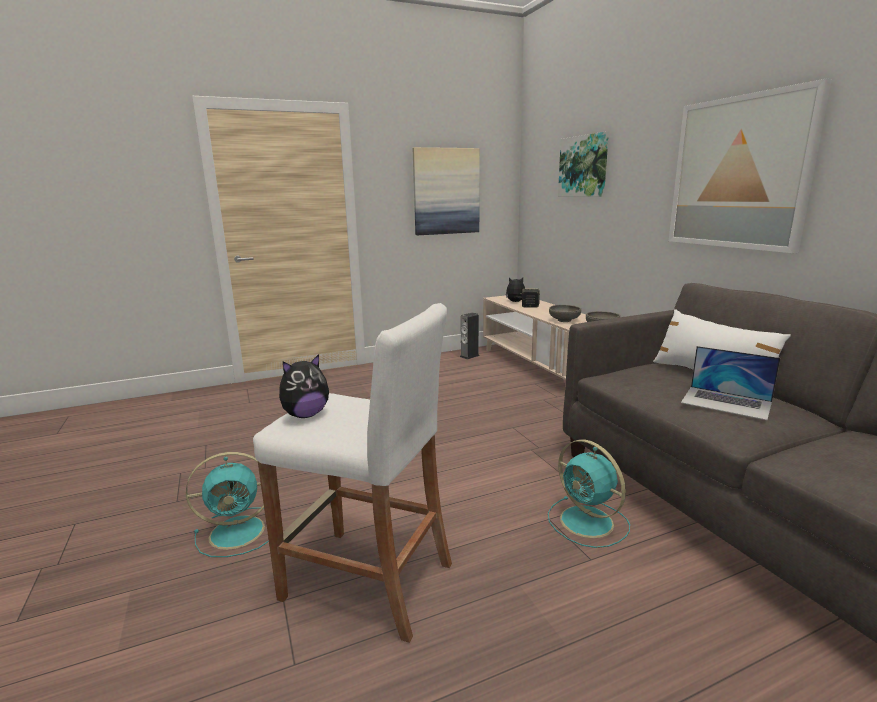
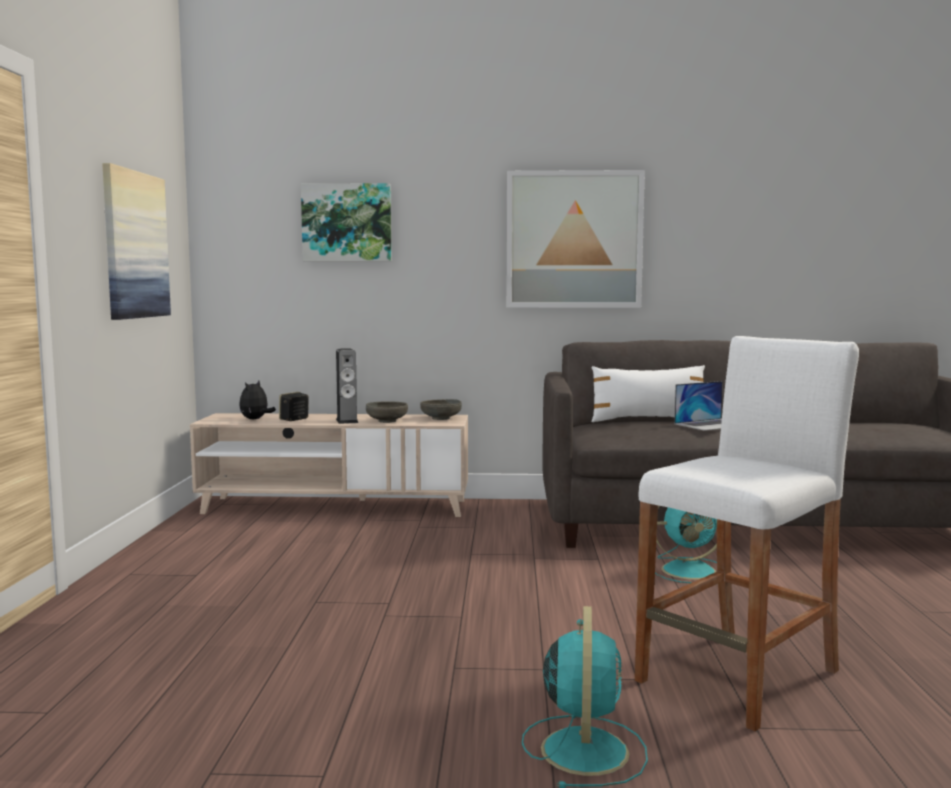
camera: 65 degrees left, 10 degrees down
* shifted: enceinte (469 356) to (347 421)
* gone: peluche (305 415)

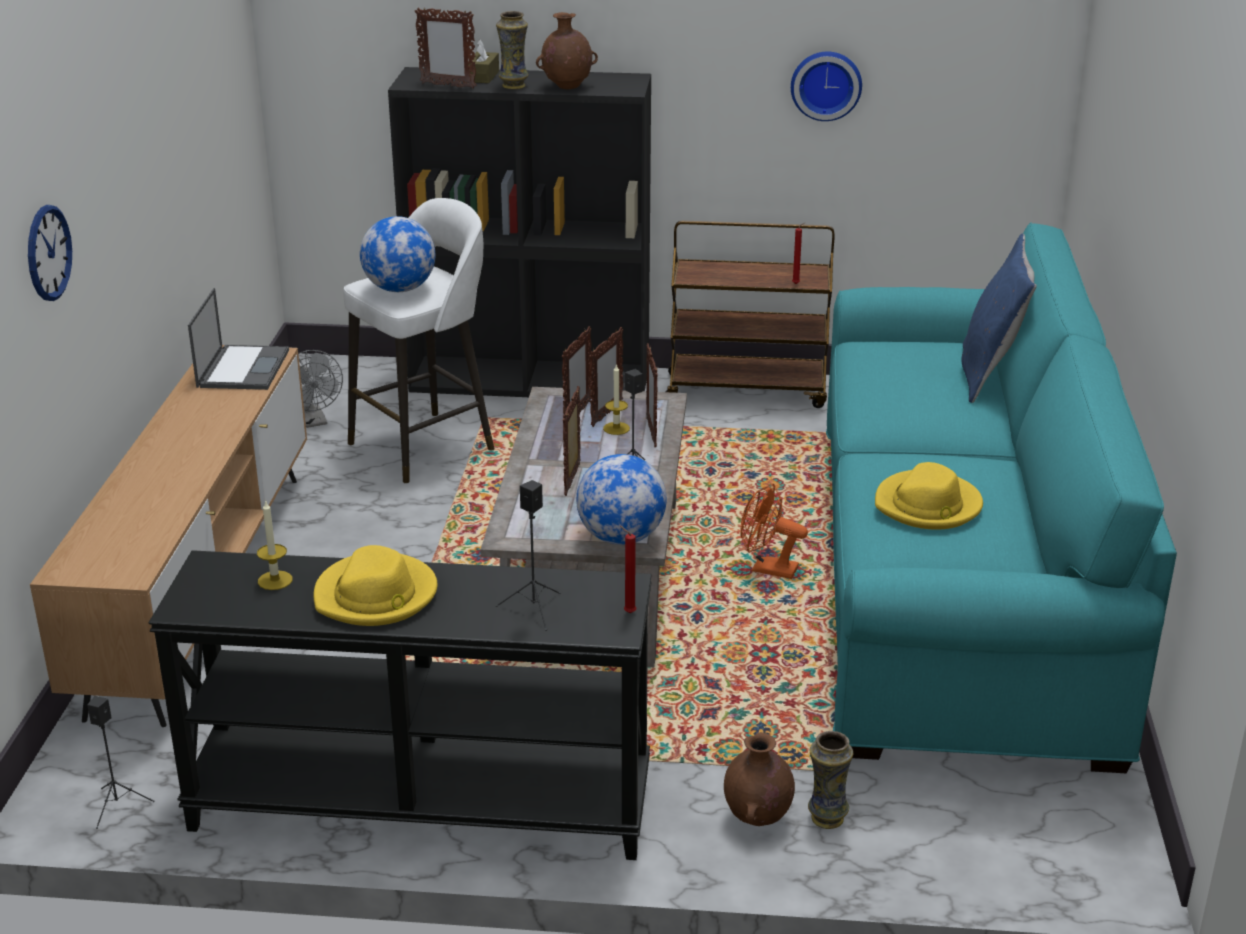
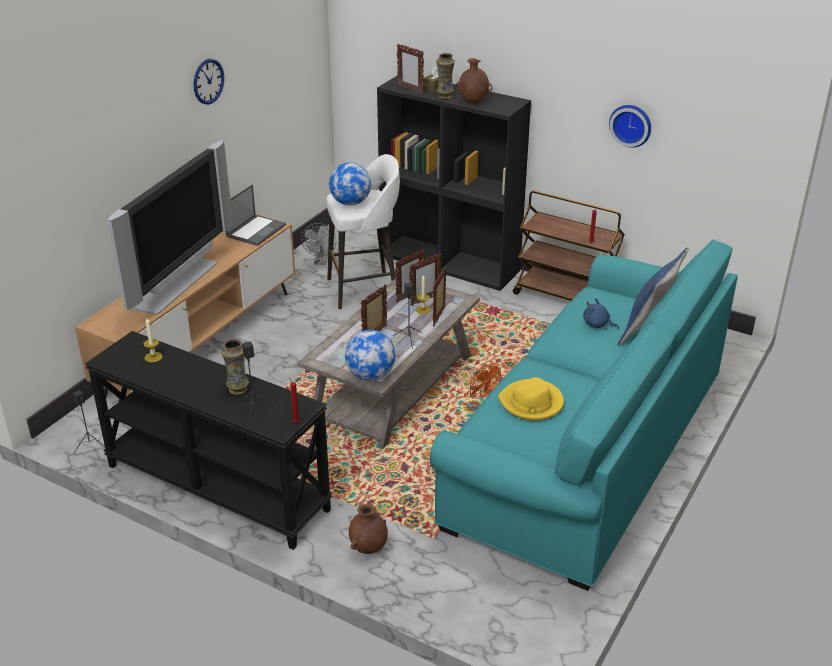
camera: 25 degrees right, 5 degrees up
* new: téléviseur (176 284)
* shifted: horloge murale (48 253) to (208 81)
* shifted: vase (826 818) to (237 389)
* new: peluche [bleu] (597 325)
* gone: chapeau [jaune] (376 596)

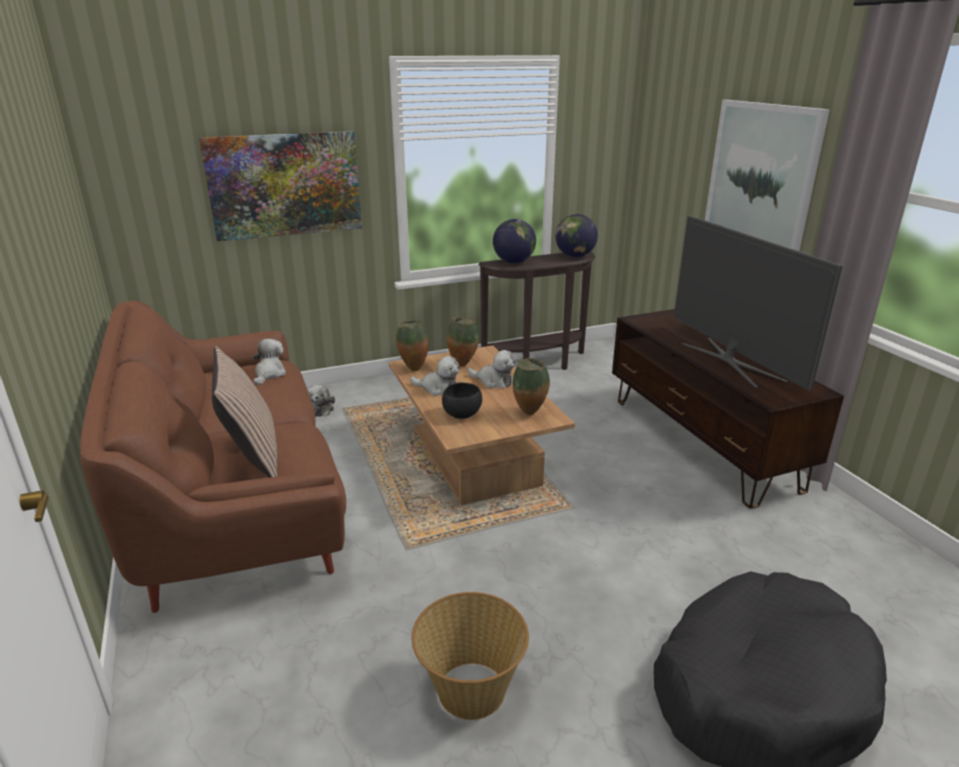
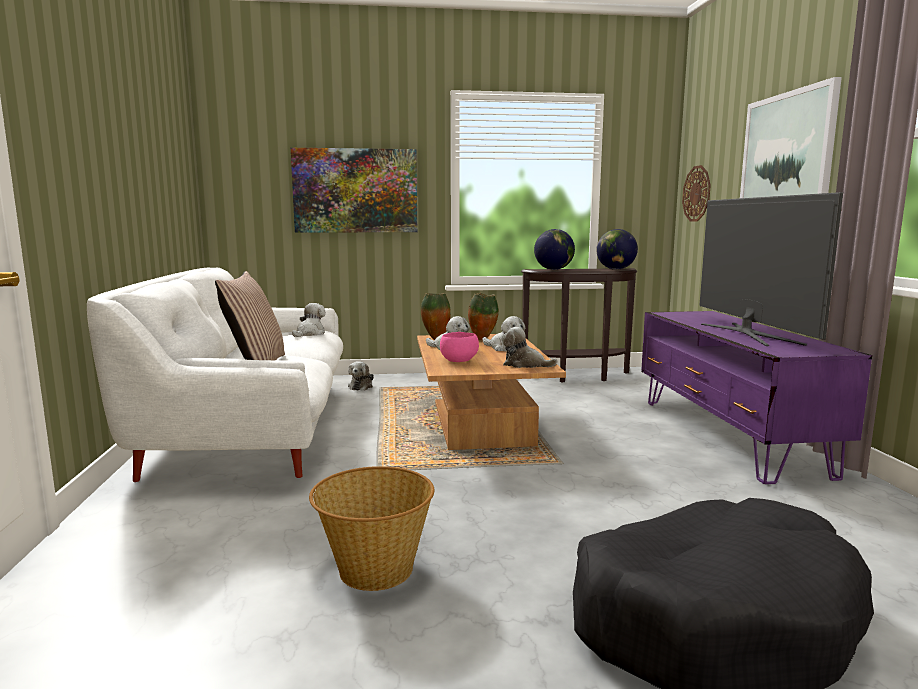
camera: 15 degrees right, 15 degrees down
* repainted: canapé [marron] (236 495) to canapé [blanc] (254 425)
* repainted: bol [noir] (461 415) to bol [rose] (458 361)
* swapped: vase (530 414) to peluche (525 364)
* repainted: meuble télé [marron] (701 442) to meuble télé [violet] (727 435)
* new: horloge murale (696 193)

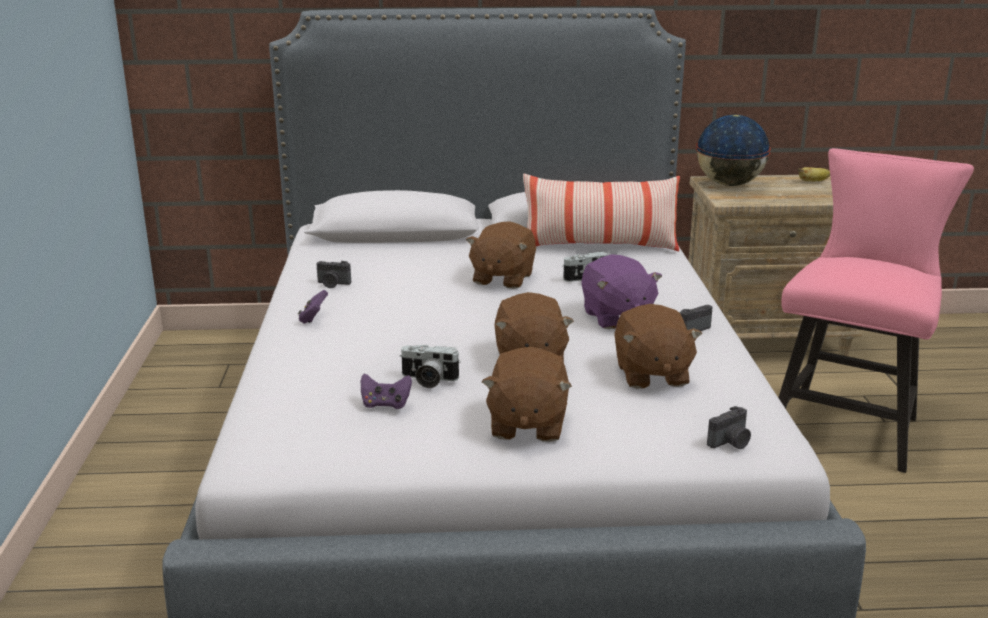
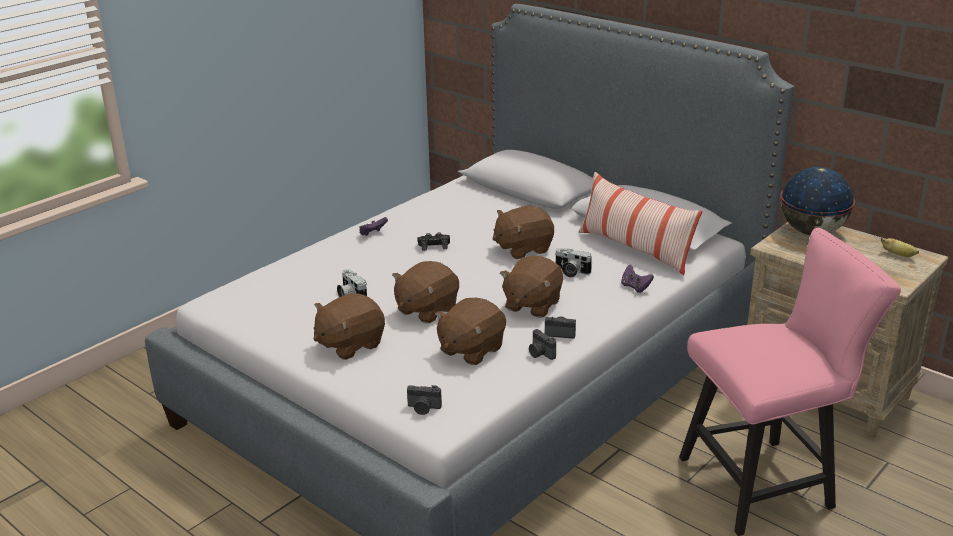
camera: 45 degrees right, 5 degrees up
* new: manette [noir] (434 245)
* repainted: peluche [violet] (616 317) to peluche [marron] (532 305)
* shifted: appareil photo (333 284) to (540 354)
* shifted: manette [violet] (385 404) to (635 287)

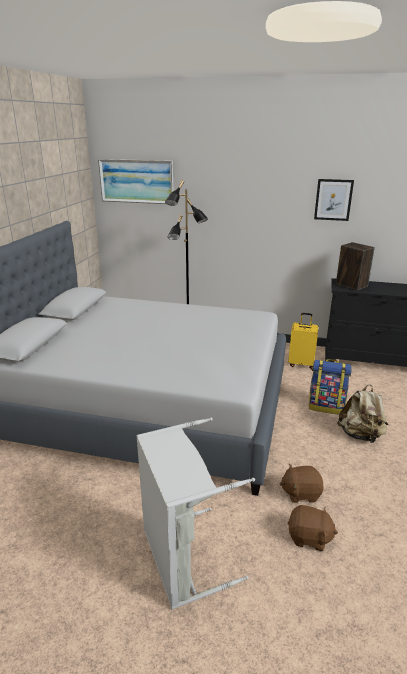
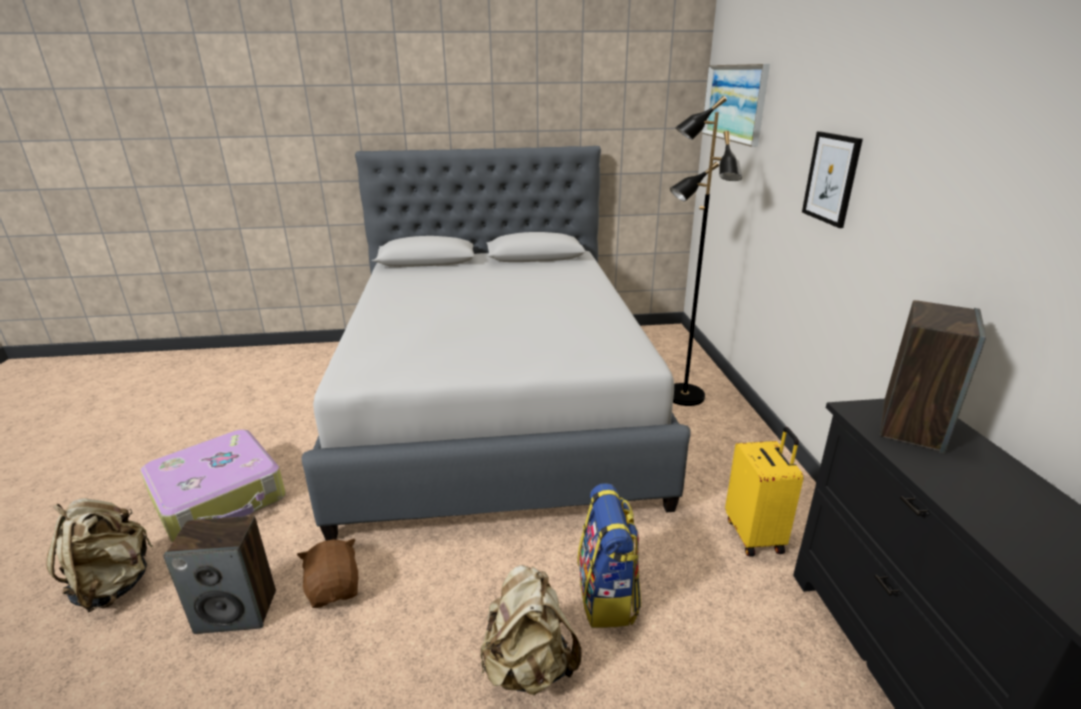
camera: 70 degrees right, 0 degrees up
* new: sac à dos [beige] (114 584)
* swapped: panier à linge [gris] (181 558) to valise (220 498)
* swapped: peluche [marron] (309 537) to enceinte (237 611)
* shifted: tableau (333 200) to (831 178)

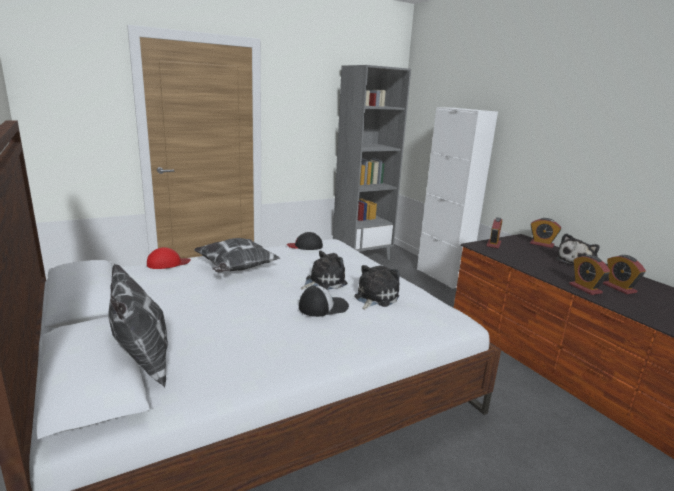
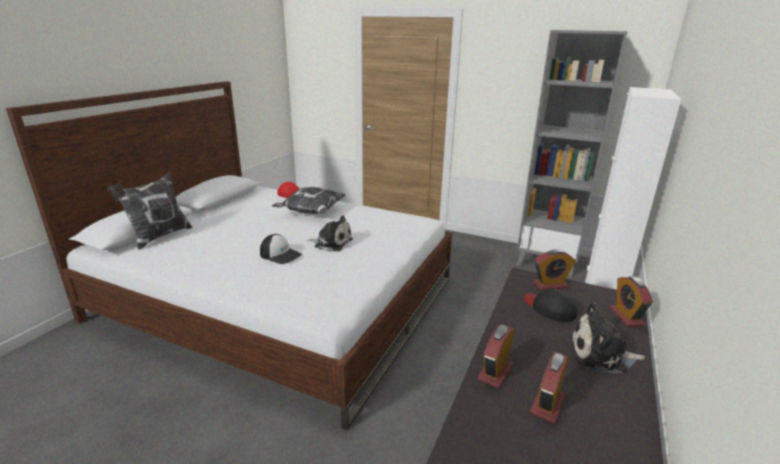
camera: 55 degrees right, 5 degrees up
* shifted: casquette [noir] (305 246) to (549 308)
* gone: peluche (374 298)

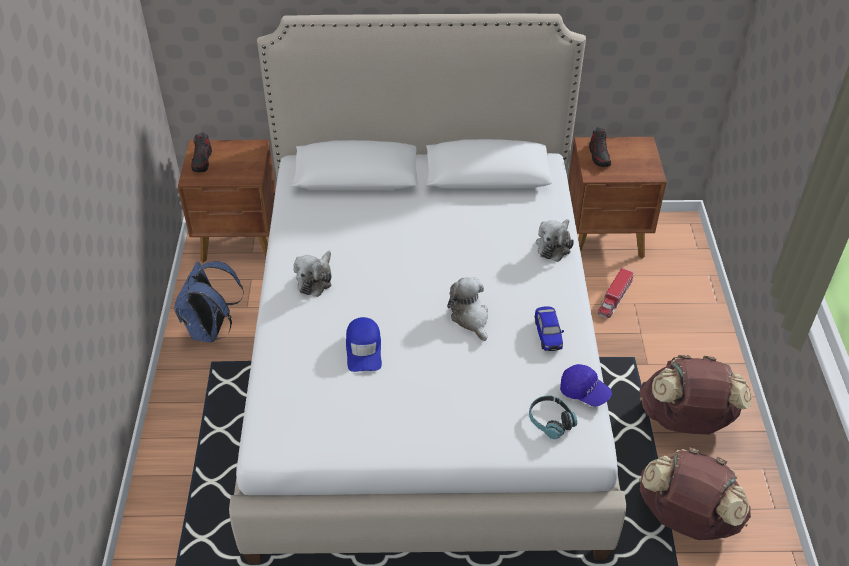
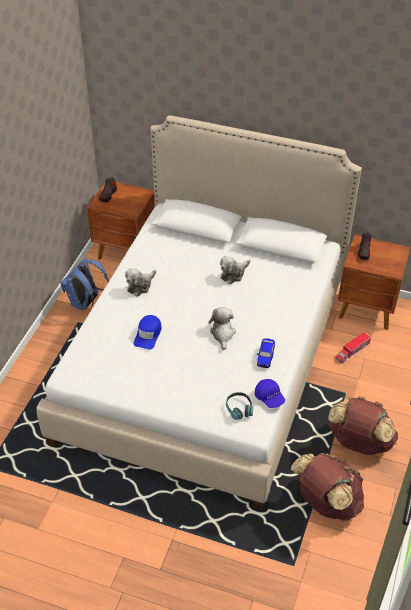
camera: 20 degrees right, 0 degrees up
* shifted: peluche (554 245) to (233 274)

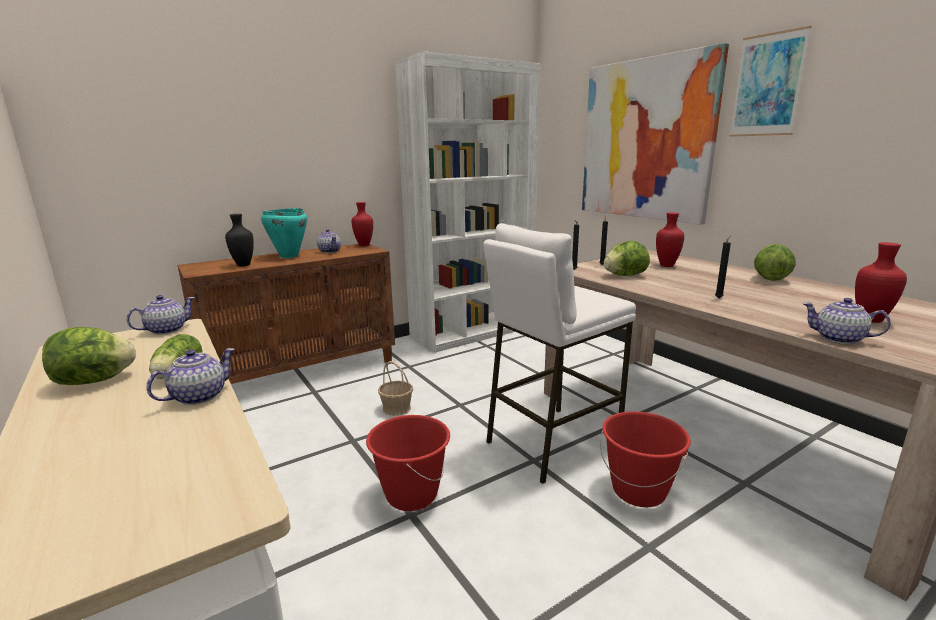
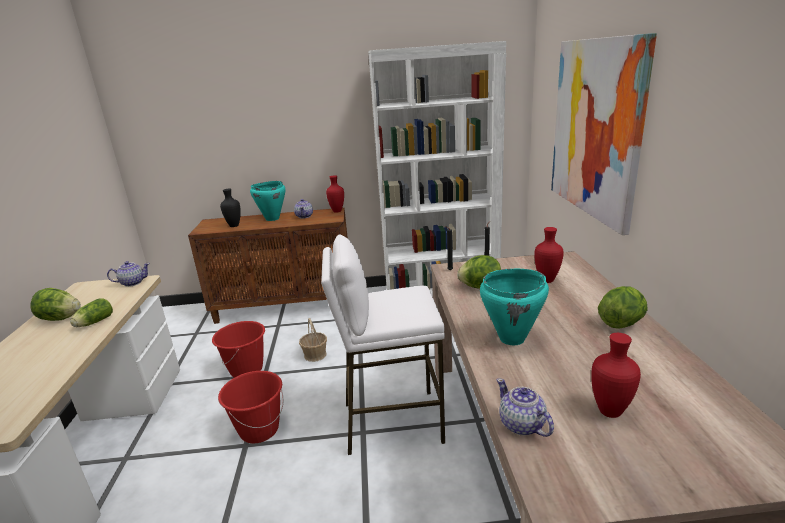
camera: 30 degrees right, 5 degrees up
* shifted: seau [rouge] (639 491) to (247 369)
* swapped: bougie [noir] (719 298) to marmite [turquoise] (512 339)
* gone: théière (198 396)
* gone: tableau (767 85)

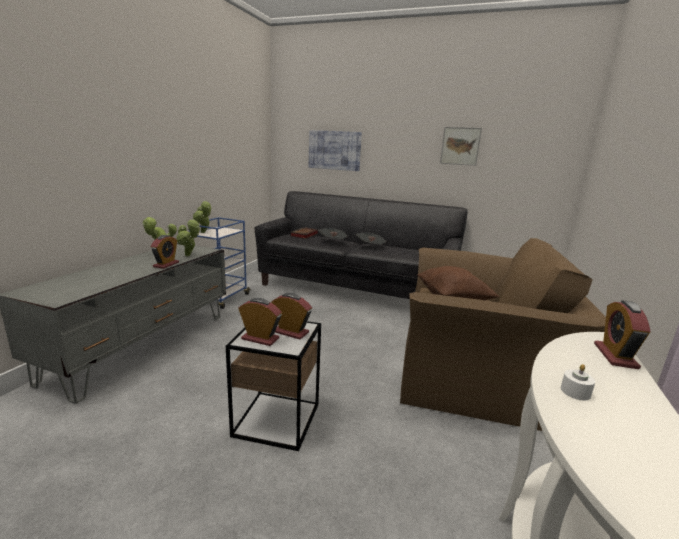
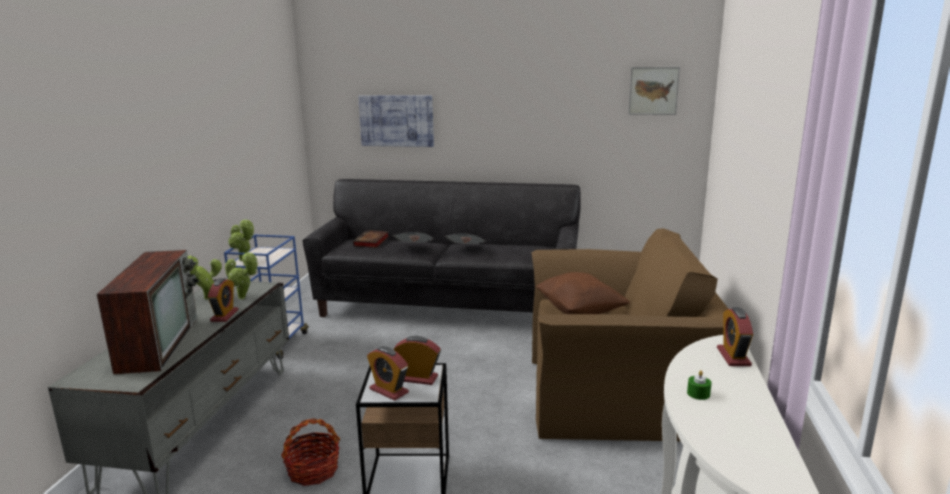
camera: 10 degrees left, 0 degrees up
* new: téléviseur (158 342)
* new: panier (313 471)
* rotated: réveil (260 339) = (389 391) 150 degrees counterclockwise
* shifted: tableau (460 146) to (653 91)
* repainted: bougie [blanc] (575 392) to bougie [vert] (698 394)

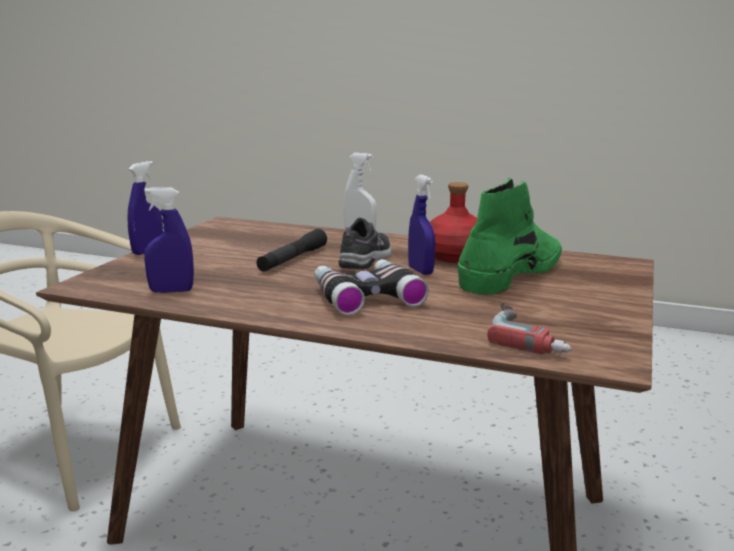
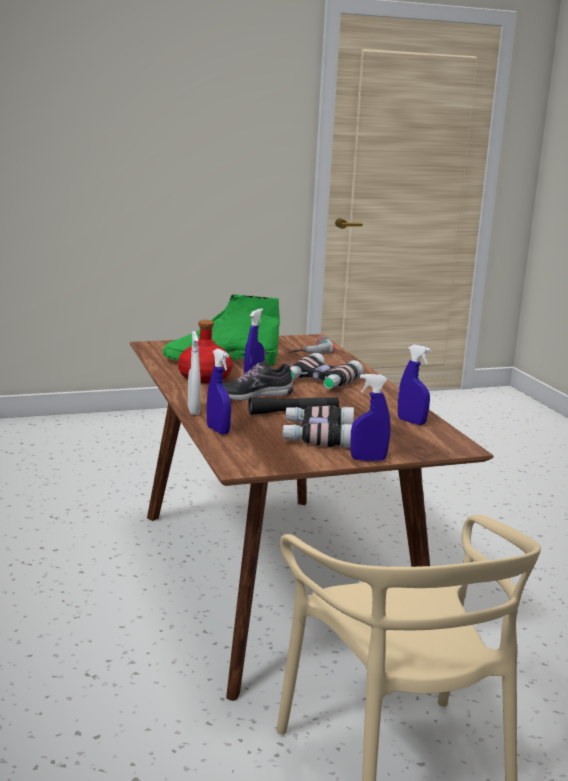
camera: 130 degrees left, 0 degrees up
* new: vaporisateur [bleu] (218 430)
* new: jumelles (316 435)

